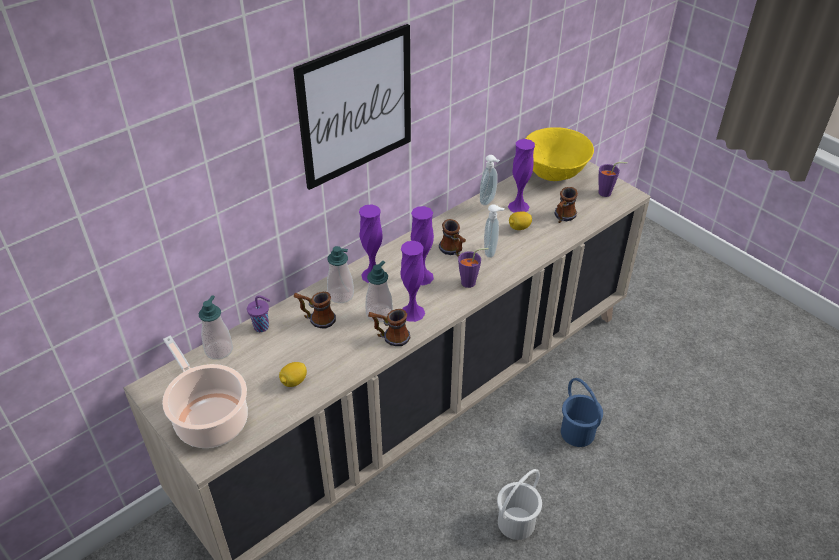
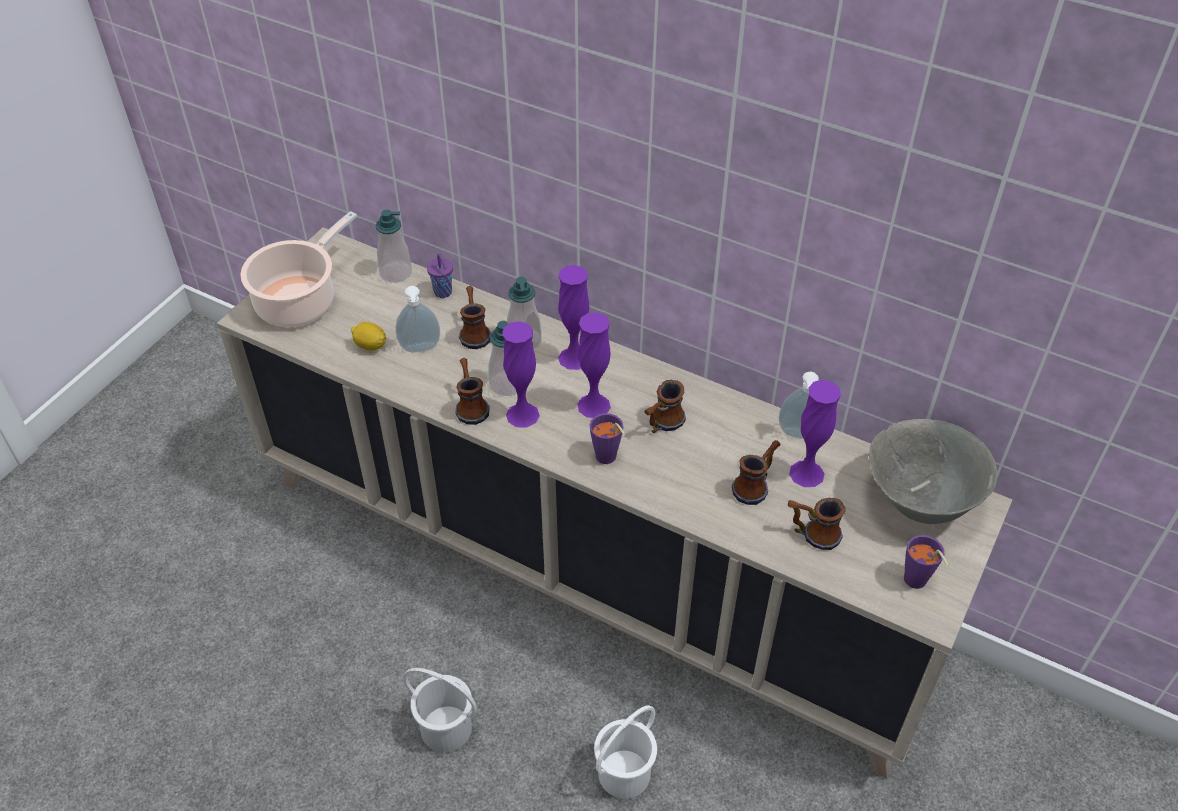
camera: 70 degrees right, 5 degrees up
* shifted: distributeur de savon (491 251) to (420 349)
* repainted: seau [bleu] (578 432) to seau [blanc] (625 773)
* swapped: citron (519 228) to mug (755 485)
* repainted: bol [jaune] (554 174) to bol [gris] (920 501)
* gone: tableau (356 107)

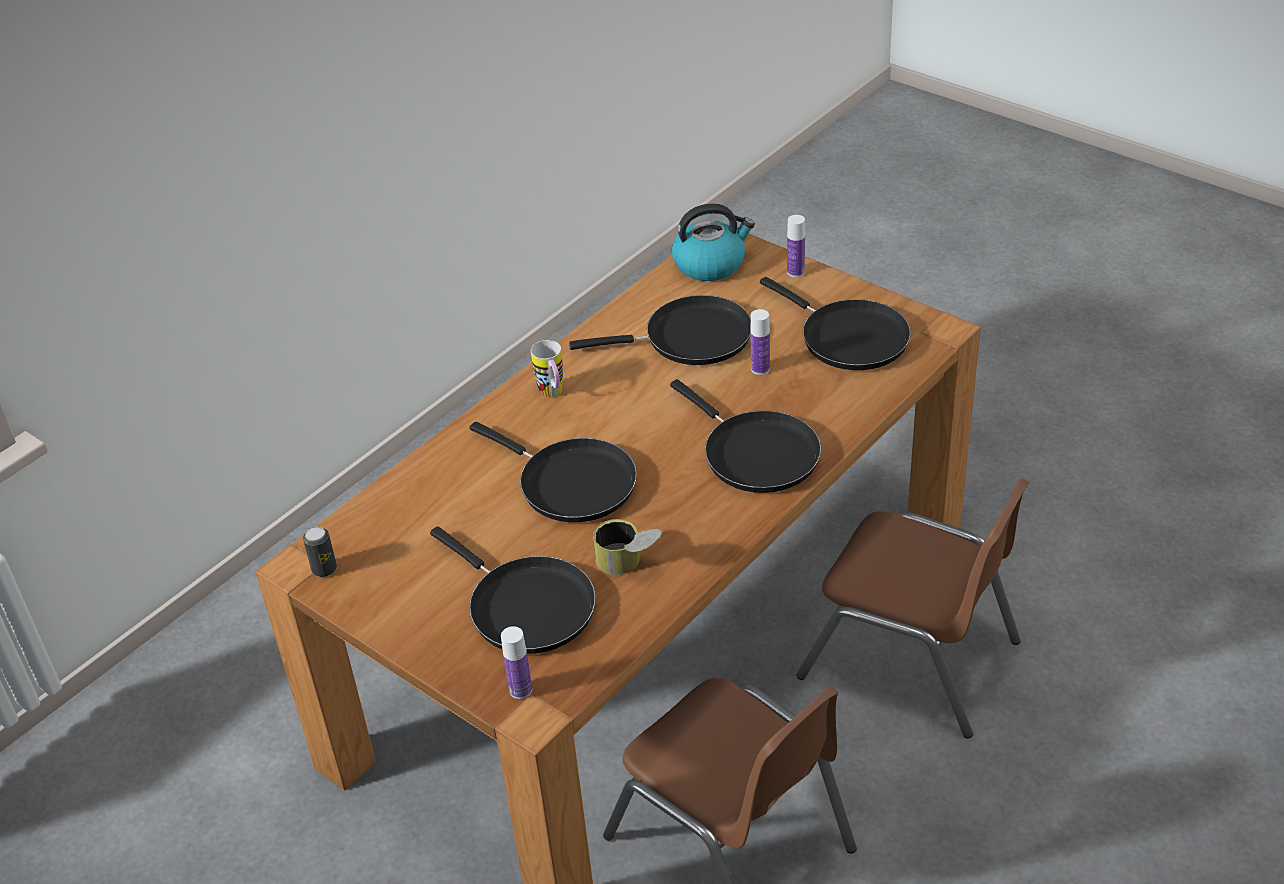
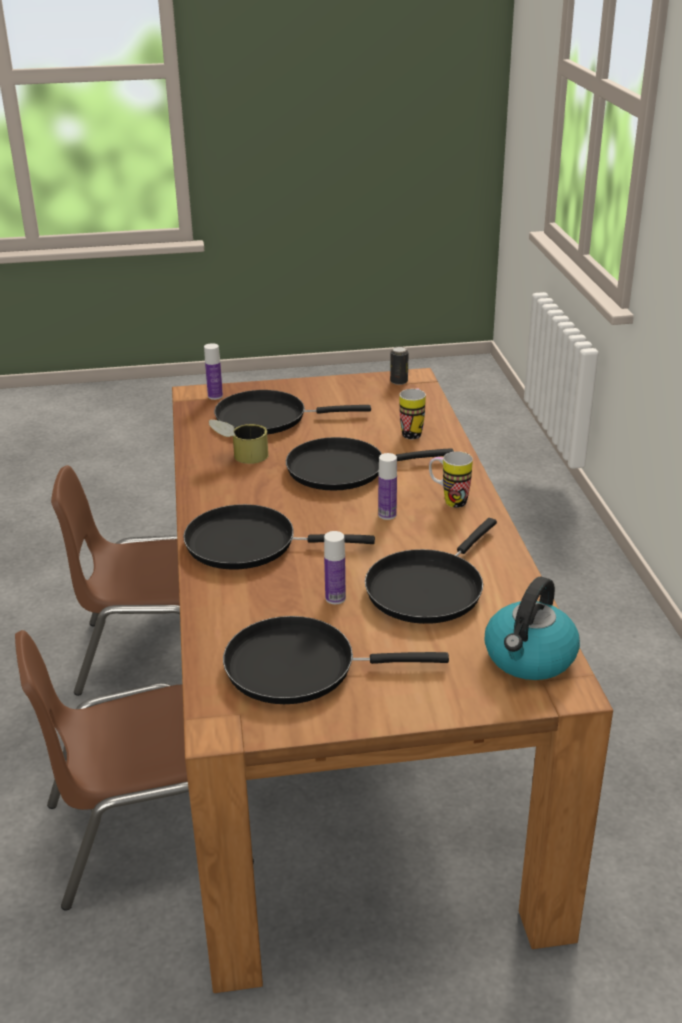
camera: 130 degrees right, 10 degrees down
* shifted: bouteille (795 272) to (387 515)
* new: mug (413 432)

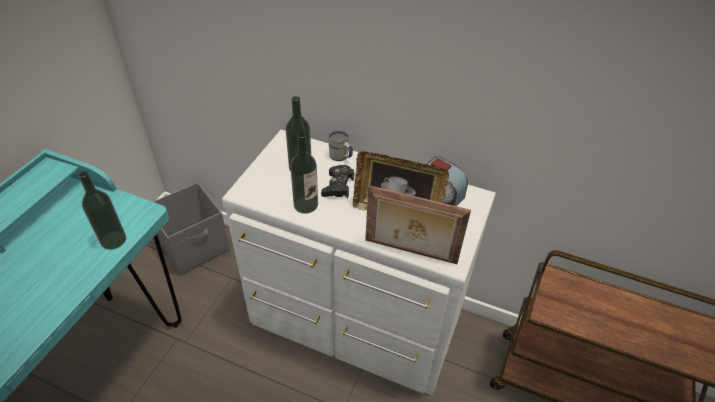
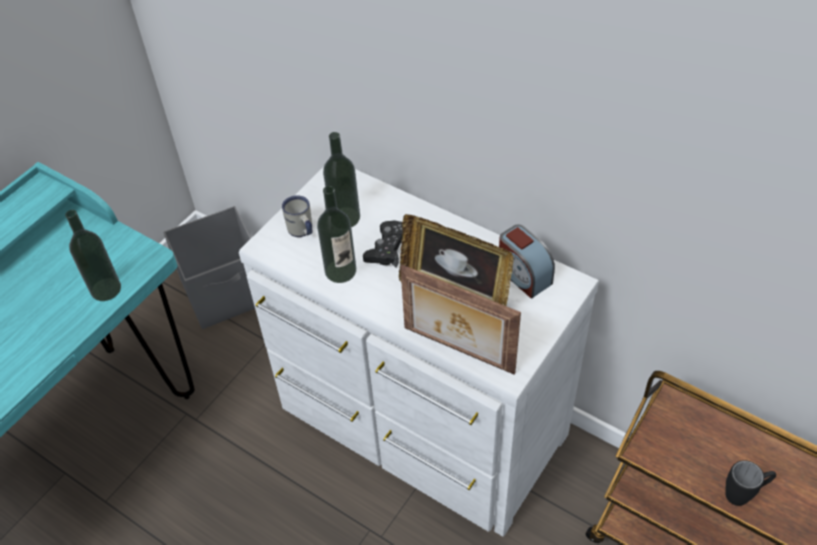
camera: 15 degrees right, 5 degrees up
* shifted: mug [blanc] (341 157) to (302 231)
* new: mug [noir] (744 494)

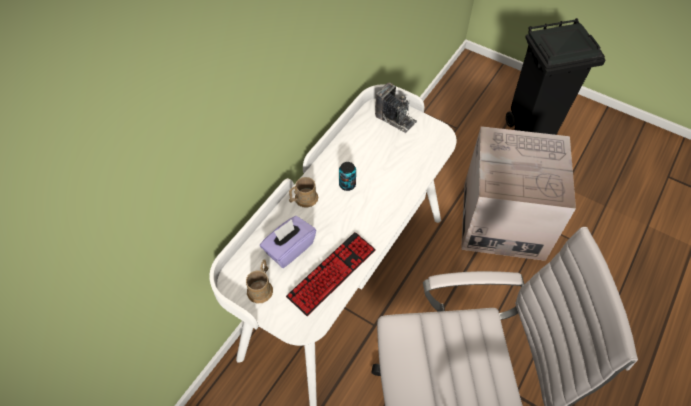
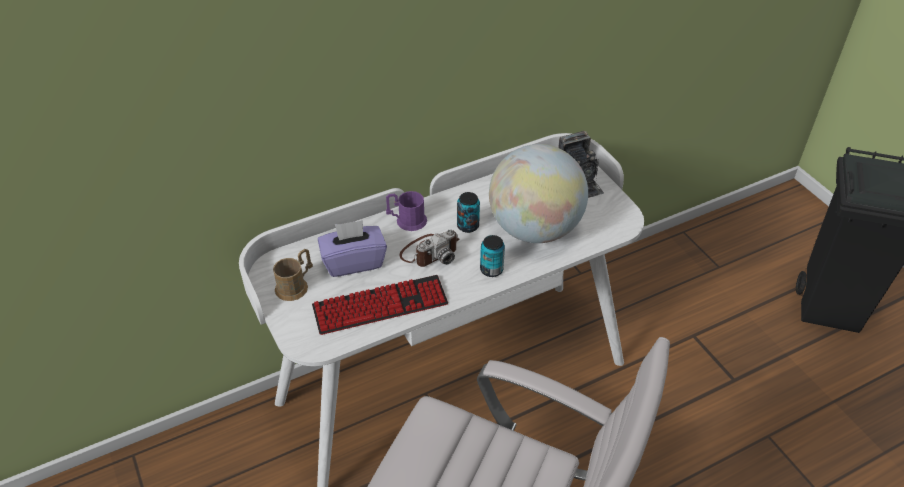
camera: 30 degrees right, 10 degrees down
* repainted: mug [marron] (303 199) to mug [violet] (407 220)
* new: appareil photo (430 252)
* new: boîte métallique (491 269)
* new: globe (534 229)
* gone: carton (503 220)

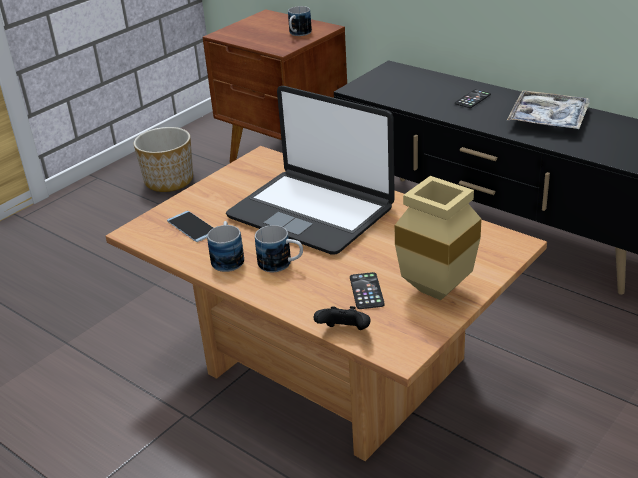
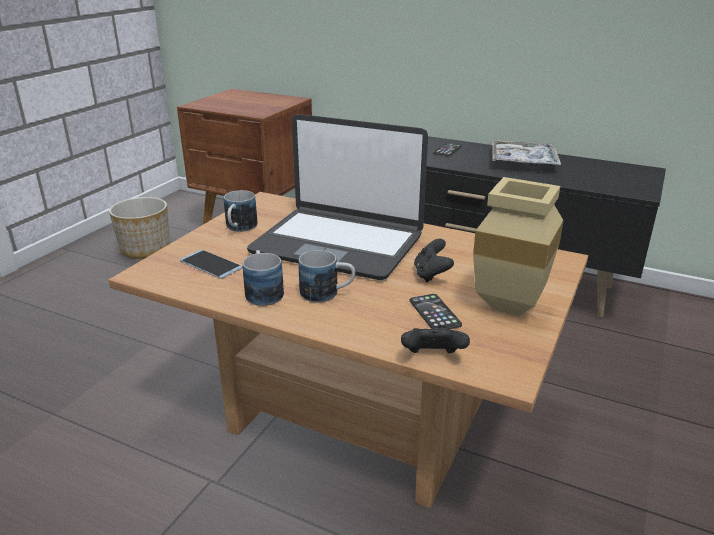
camera: 15 degrees left, 5 degrees down
* shifted: mug (298 34) to (239 228)
* new: manette [noir] (431 275)

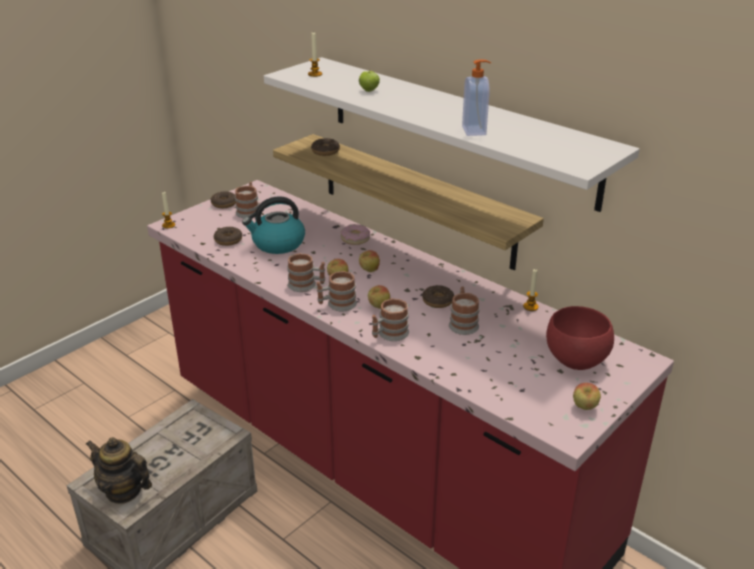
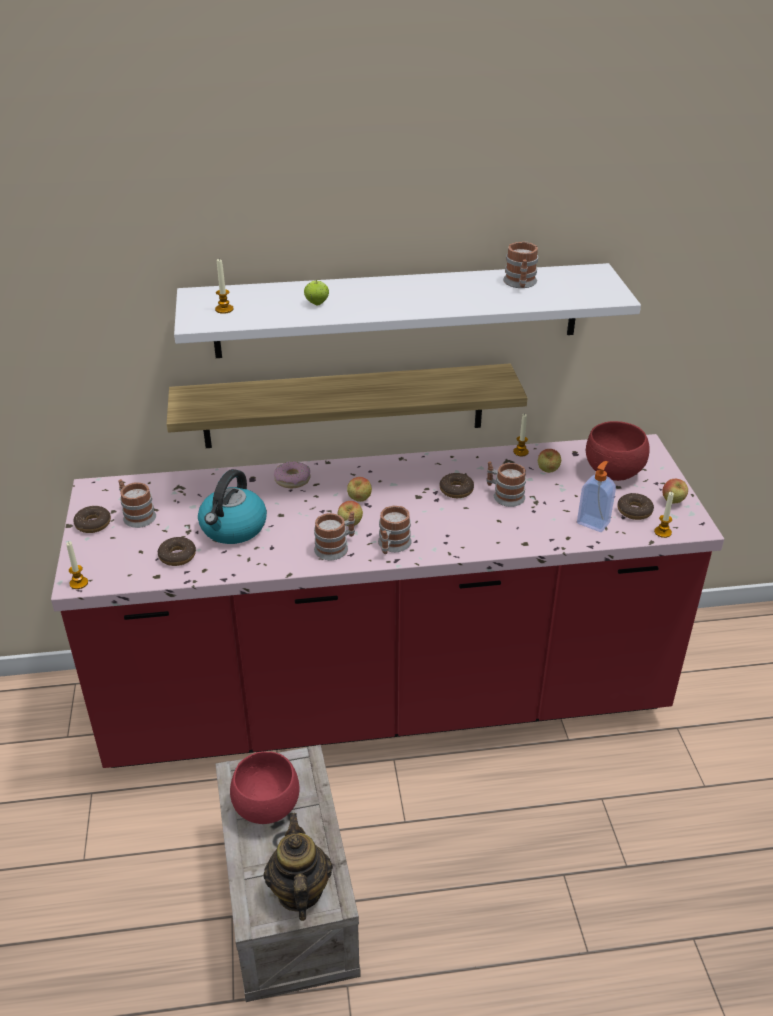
camera: 50 degrees left, 5 degrees up
* new: bol [rouge] (265 808)
* rotated: théière (124 491) = (299 891) 105 degrees clockwise
* shifted: mug (389 334) to (520 284)
* shifted: pomme (378 307) to (548 471)
* shifted: distributeur de savon (475 131) to (593 522)
* shifted: beignet (325 151) to (634 511)
* new: bougie (662 532)

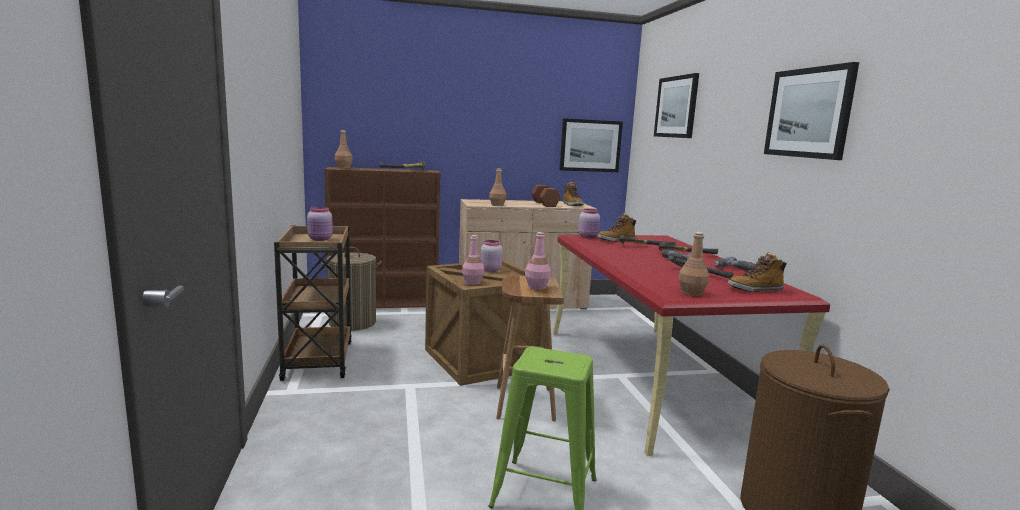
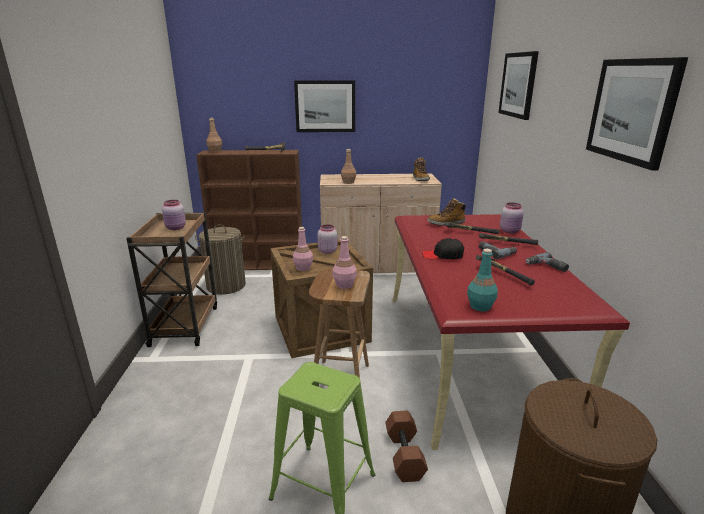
camera: 10 degrees right, 10 degrees up
* shifted: tableau (590 145) to (325 106)
* shifted: haltère [marron] (545 204) to (405 455)
* new: casquette [noir] (443 256)
* repainted: bouteille [marron] (691 293) to bouteille [turquoise] (480 306)
* shifted: bocal [rose] (588 237) to (510 231)
* gone: botte (755 289)

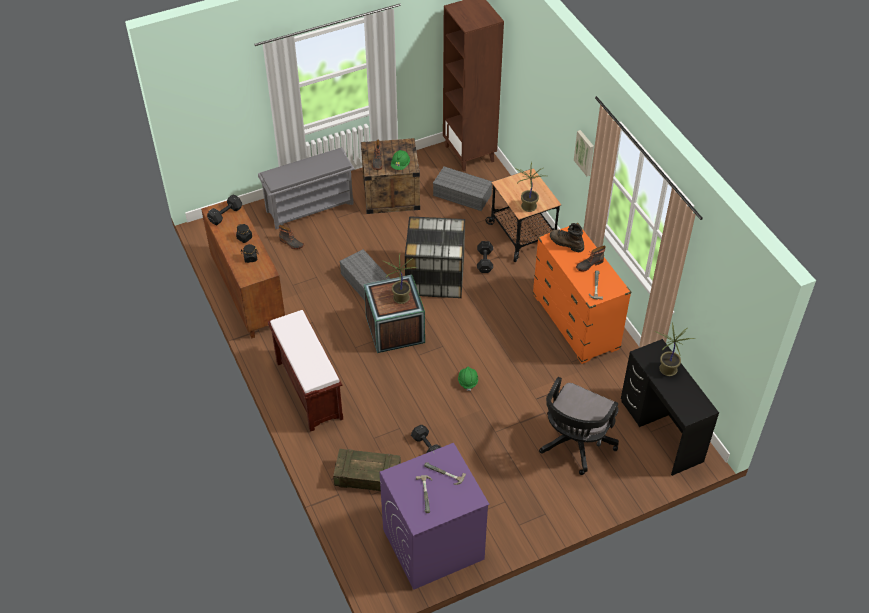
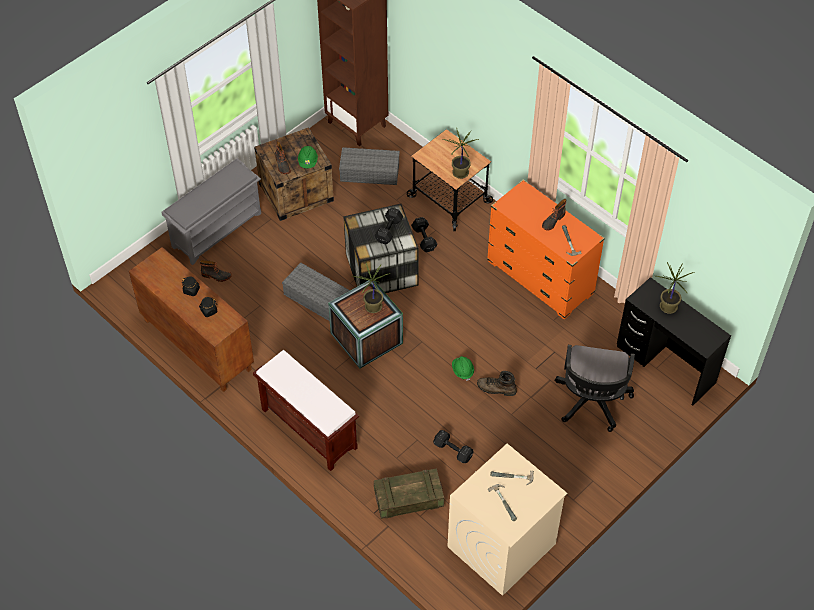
camera: 20 degrees left, 5 degrees up
* shifted: haltère [noir] (225 215) to (388 231)
* repainted: lave-linge [violet] (432 544) to lave-linge [beige] (501 546)
* shifted: botte [marron] (566 243) to (496 389)
* gone: tableau (585 152)

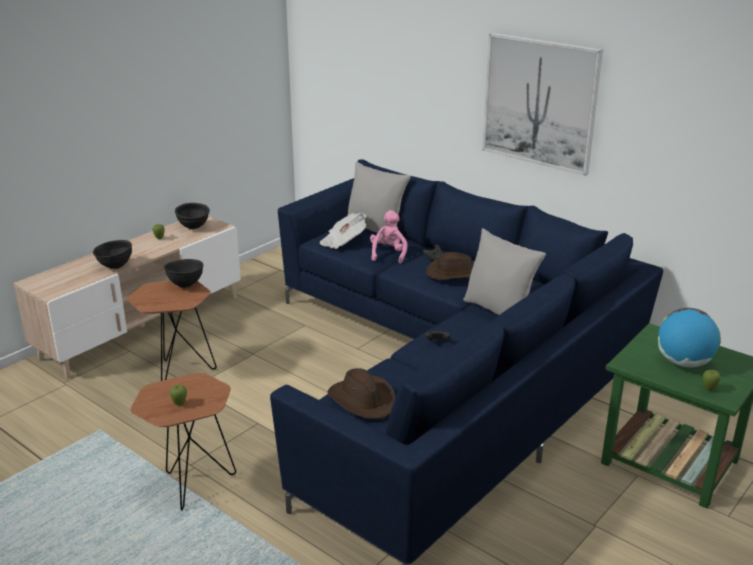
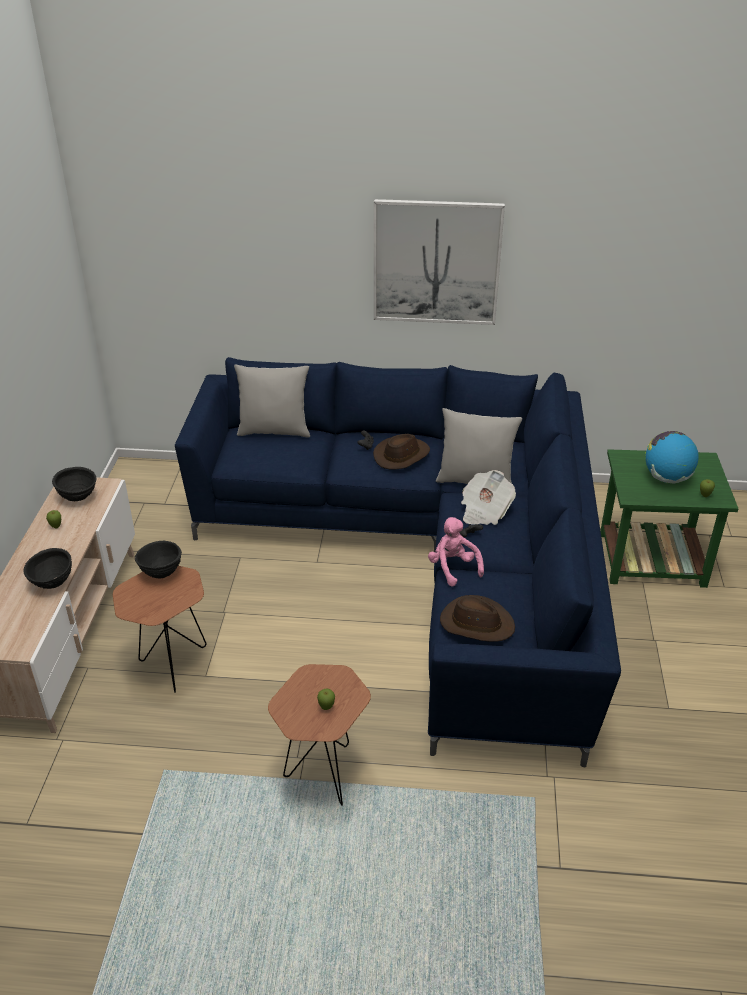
camera: 35 degrees left, 10 degrees up
* shifted: peluche [rose] (388 254) to (453 568)
* shifted: journal (343 242) to (484 511)

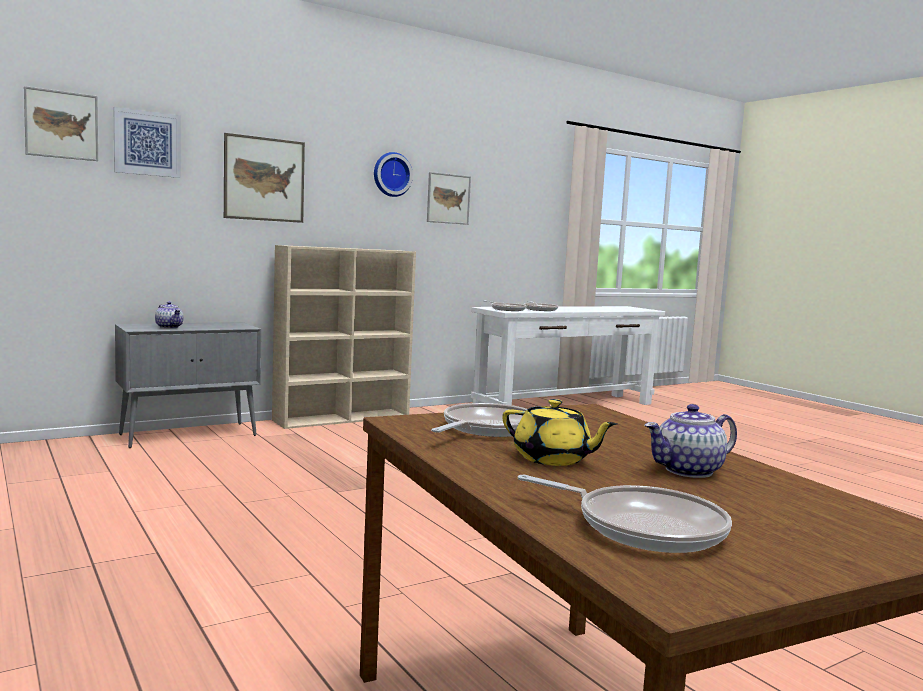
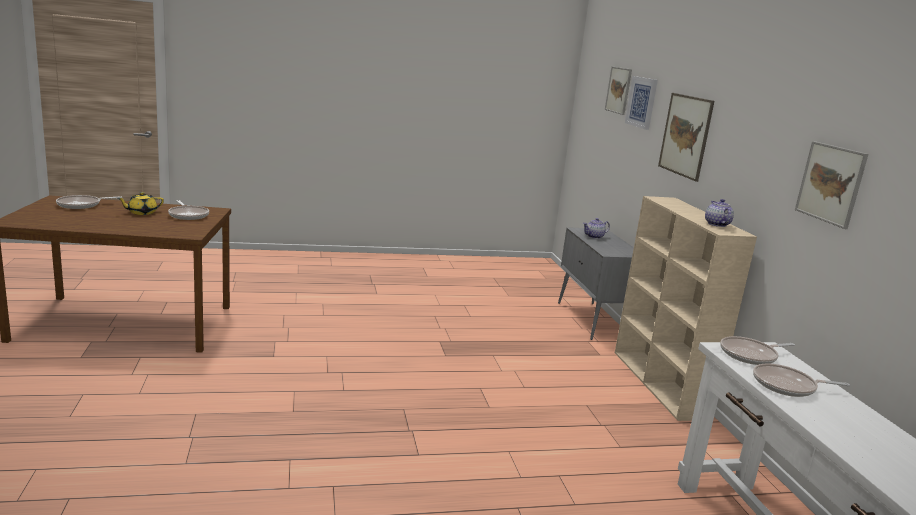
camera: 110 degrees right, 10 degrees up
* shifted: théière (688 471) to (716 224)
* gone: horloge murale (391 174)

